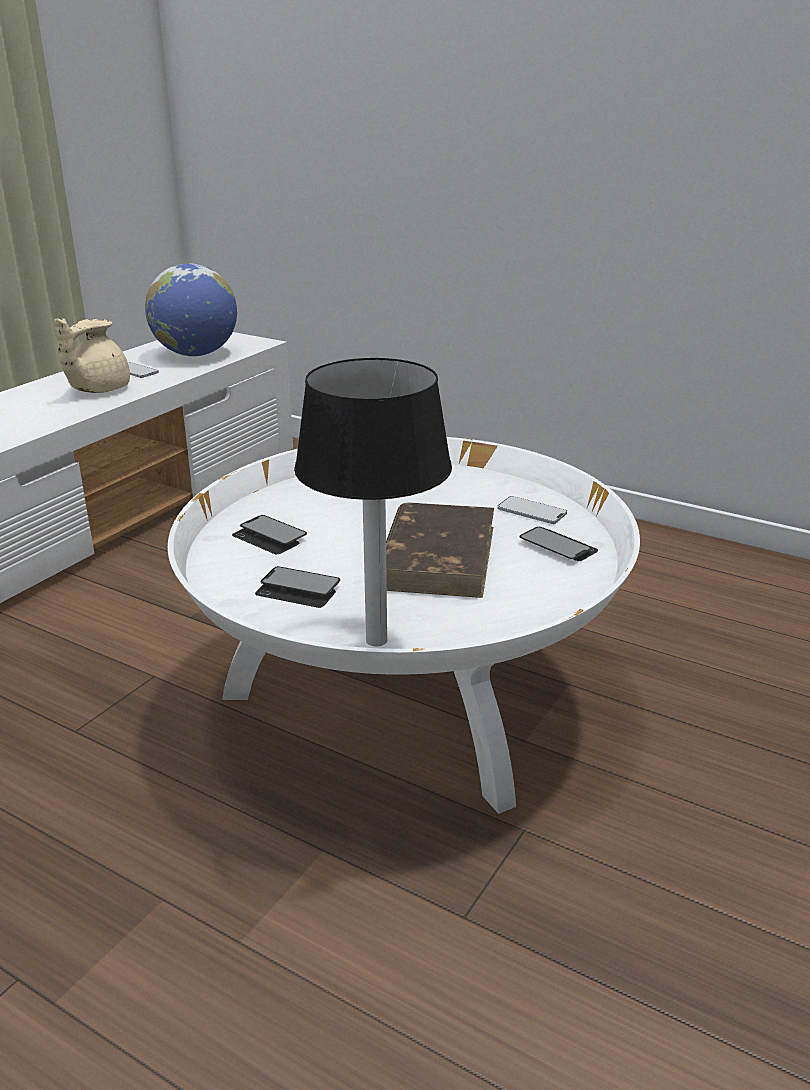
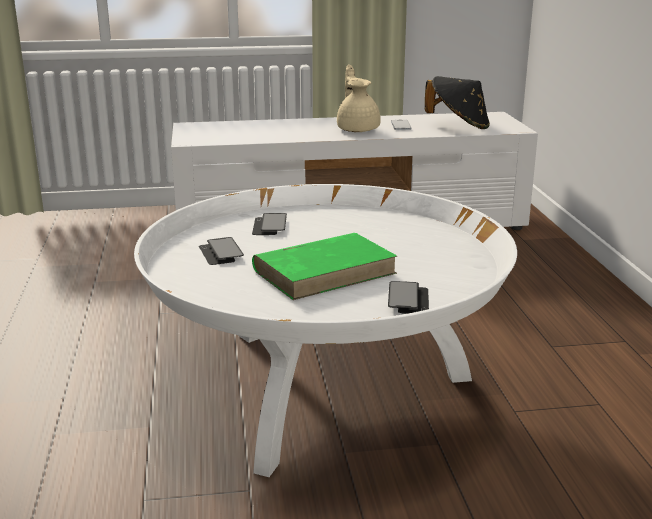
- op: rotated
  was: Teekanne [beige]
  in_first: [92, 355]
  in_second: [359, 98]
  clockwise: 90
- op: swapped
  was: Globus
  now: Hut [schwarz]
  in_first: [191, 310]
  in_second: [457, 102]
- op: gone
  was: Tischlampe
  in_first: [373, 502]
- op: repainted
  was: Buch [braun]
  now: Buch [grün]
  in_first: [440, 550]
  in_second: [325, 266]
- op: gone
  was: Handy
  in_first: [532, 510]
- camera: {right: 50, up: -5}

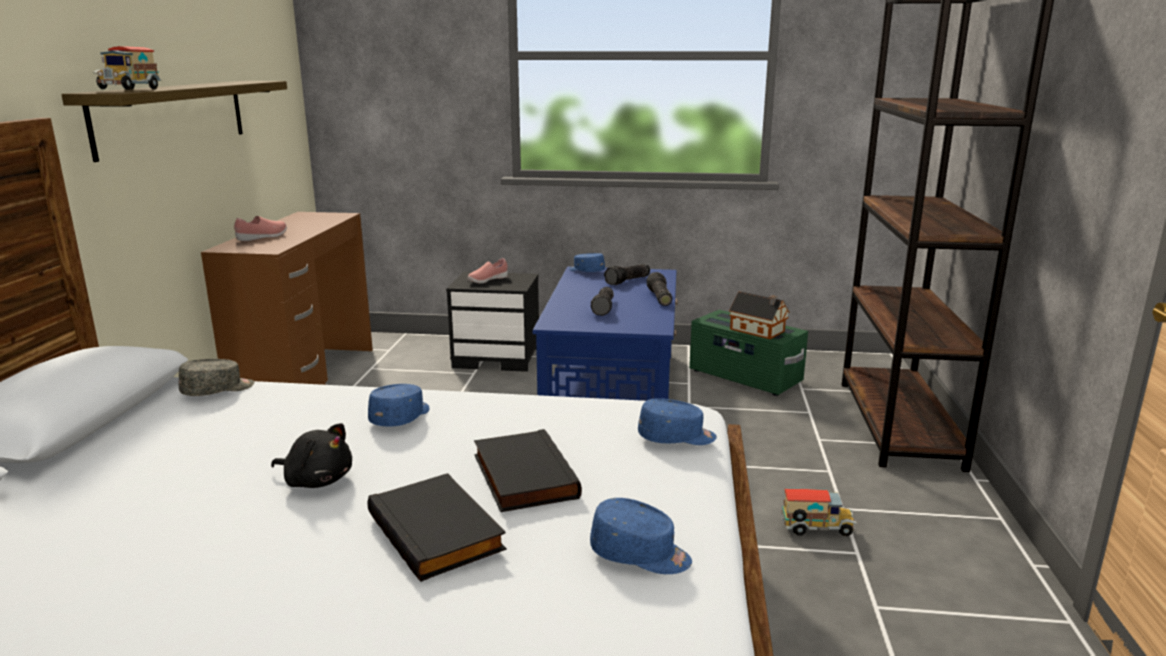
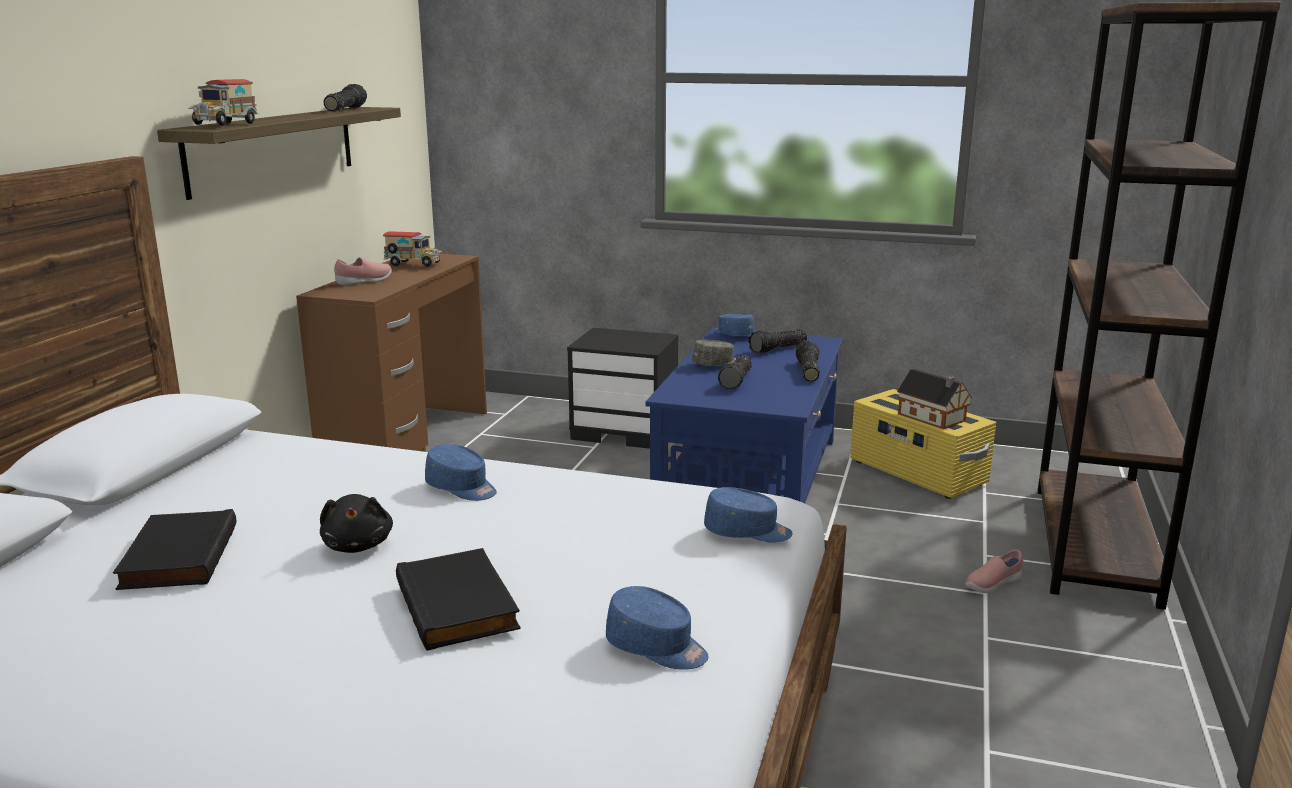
- op: shifted
  was: Kappe [grau]
  in_first: [216, 377]
  in_second: [714, 353]
- op: rotated
  was: Plüschtier [schwarz]
  in_first: [311, 455]
  in_second: [356, 523]
  clockwise: 45
- op: rotated
  was: Kappe [blau]
  in_first: [398, 405]
  in_second: [461, 472]
  clockwise: 90
- op: shifted
  was: Schuh [rosa]
  in_first: [487, 271]
  in_second: [994, 571]
- op: shifted
  was: Buch [schwarz]
  in_first: [528, 470]
  in_second: [174, 549]
- op: repainted
  was: Aufbewahrungsbox [grün]
  now: Aufbewahrungsbox [gelb]
  in_first: [748, 353]
  in_second: [923, 444]
- op: shifted
  was: Spielzeuglaster
  in_first: [819, 512]
  in_second: [412, 249]
- op: new
  now: Taschenlampe
  in_second: [345, 97]
- camera: {right: 10, up: 0}

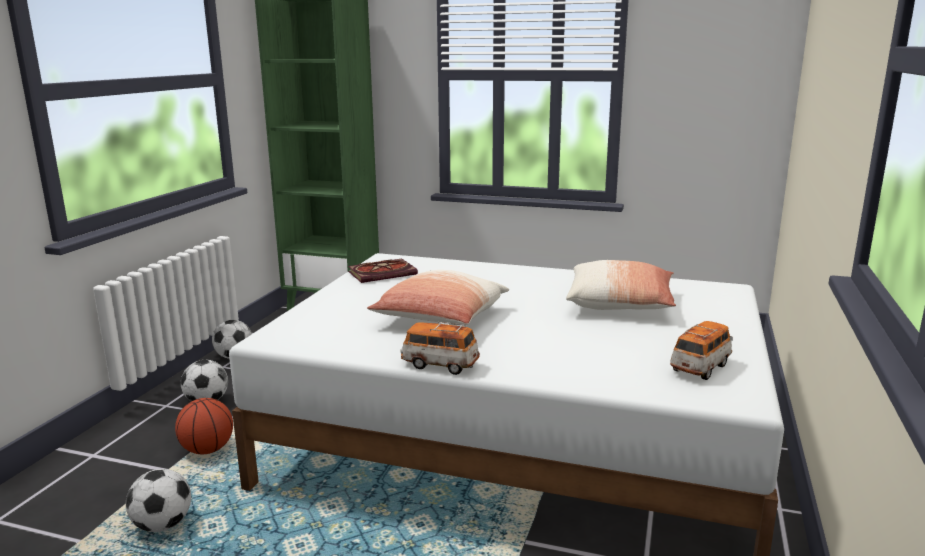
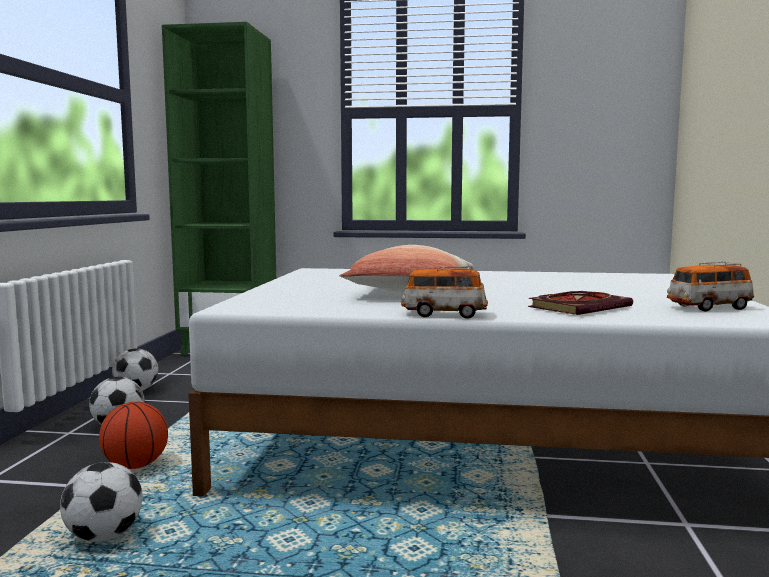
- op: shifted
  was: Buch
  in_first: [383, 271]
  in_second: [580, 303]
- op: gone
  was: Kissen
  in_first: [621, 285]
- op: rotated
  was: Spielzeugauto
  in_first: [701, 350]
  in_second: [710, 286]
  clockwise: -135
- camera: {right: -10, up: -10}

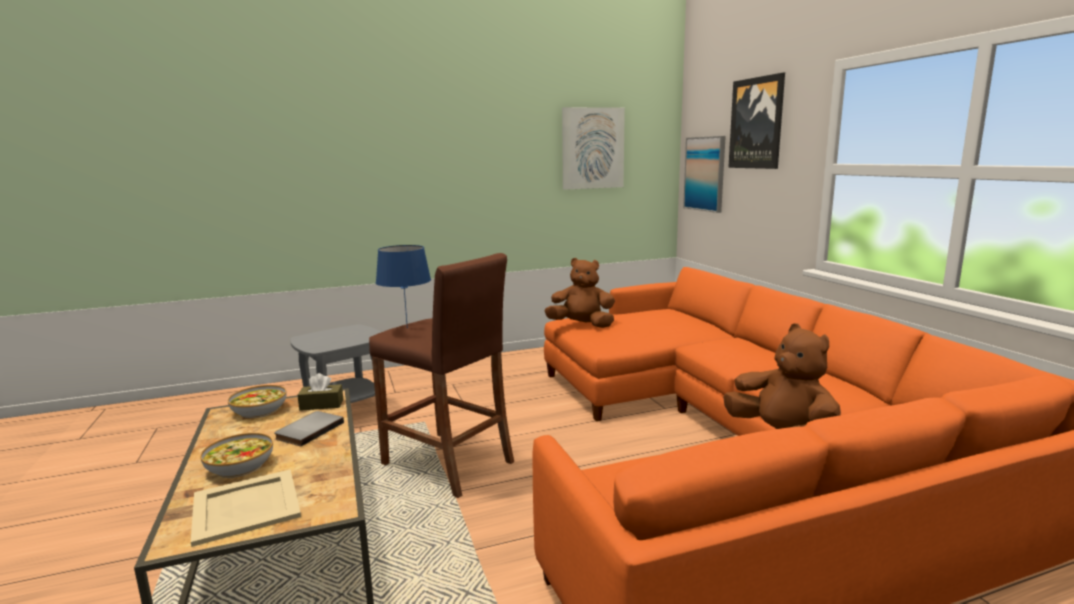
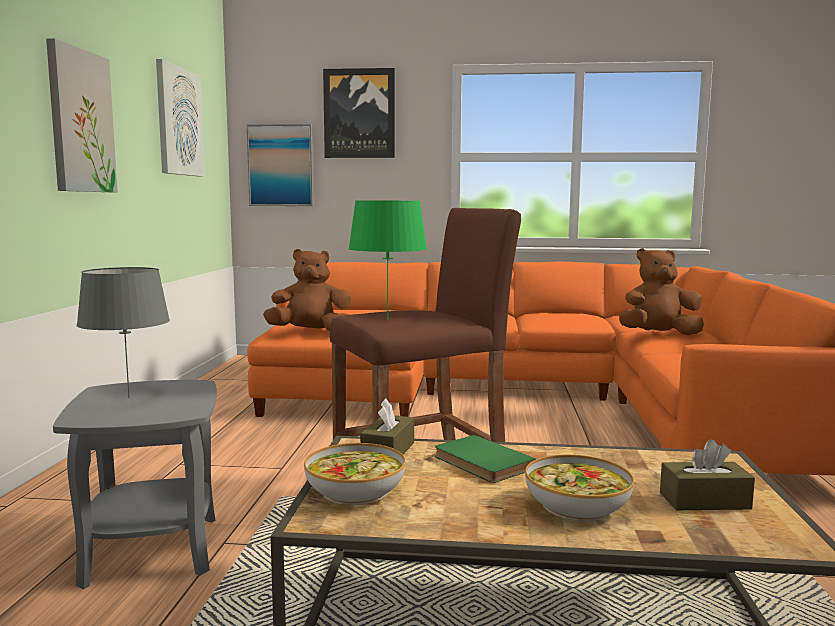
- op: swapped
  was: Tablett [beige]
  now: Taschentuchbox [braun]
  in_first: [246, 508]
  in_second: [707, 474]
- op: repainted
  was: Buch [grau]
  now: Buch [grün]
  in_first: [309, 428]
  in_second: [485, 459]
- op: repainted
  was: Tischlampe [blau]
  now: Tischlampe [grün]
  in_first: [403, 287]
  in_second: [387, 259]
- op: rotated
  was: Plüschtier [braun]
  in_first: [580, 293]
  in_second: [307, 290]
  clockwise: 45
- op: new
  now: Bild
  in_second: [82, 115]
- op: new
  now: Tischlampe [grau]
  in_second: [123, 332]
- camera: {right: -65, up: -5}

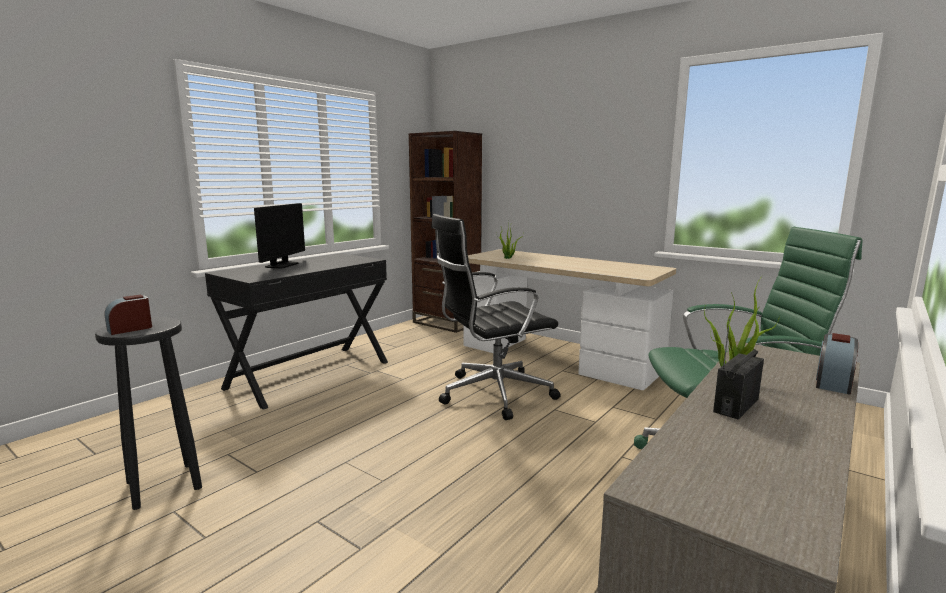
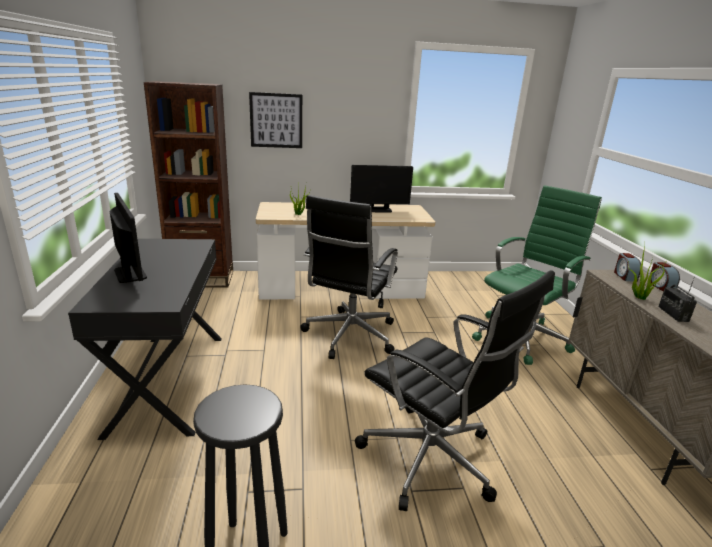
- op: shifted
  was: Wecker
  in_first: [128, 315]
  in_second: [627, 267]
- op: new
  now: Bild
  in_second: [275, 120]
- op: new
  now: Monitor
  in_second: [381, 188]
- op: new
  now: Bürostuhl [schwarz]
  in_second: [455, 390]
- camera: {right: -45, up: 10}

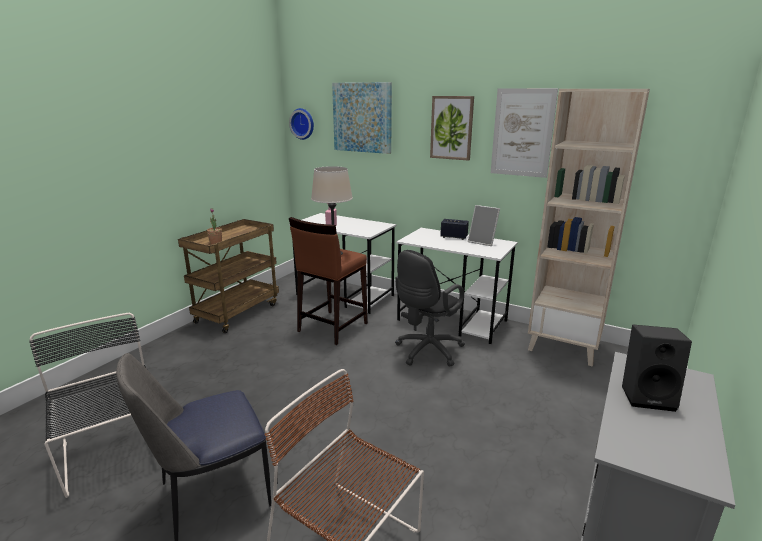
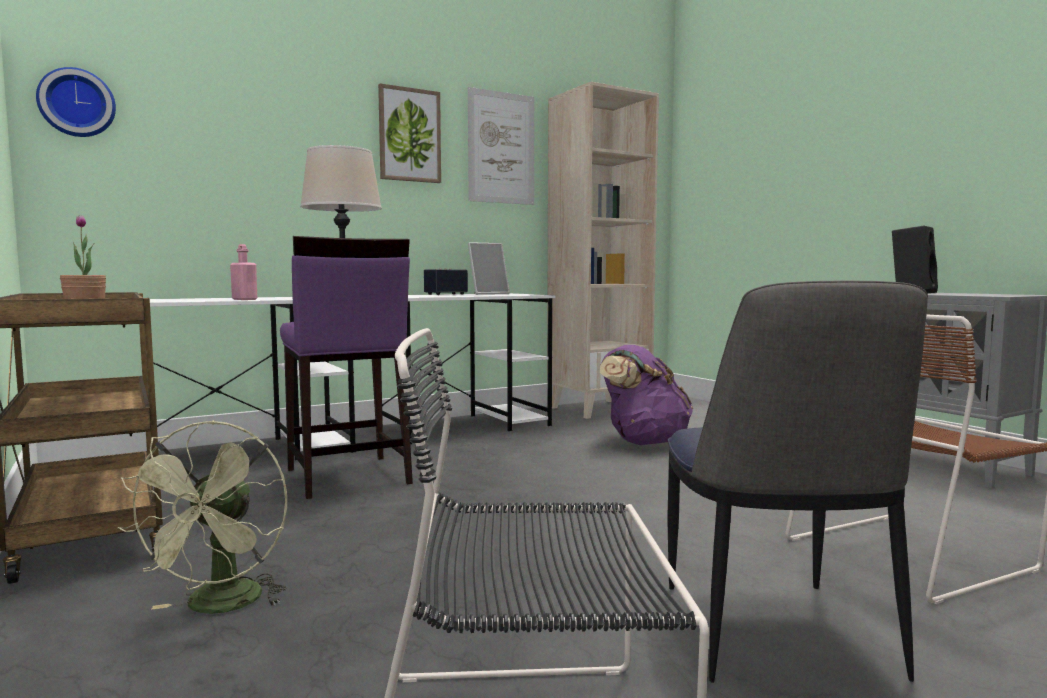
- op: repainted
  was: Hocker [braun]
  now: Hocker [lila]
  in_first: [328, 281]
  in_second: [346, 367]
- op: gone
  was: Bild
  in_first: [362, 118]
- op: gone
  was: Bürostuhl [schwarz]
  in_first: [430, 308]
- op: new
  now: Ventilator [grün]
  in_second: [202, 517]
- op: new
  now: Rucksack [lila]
  in_second: [646, 395]
- camera: {right: -60, up: -15}

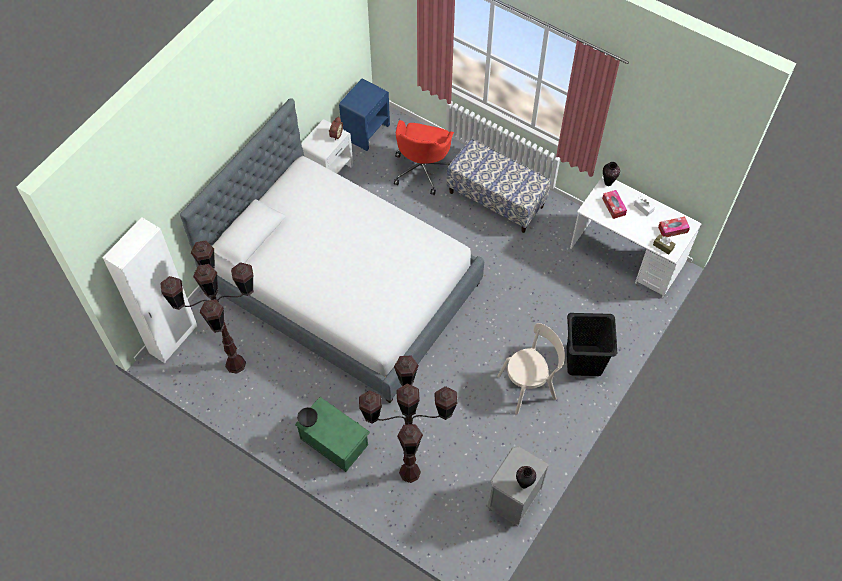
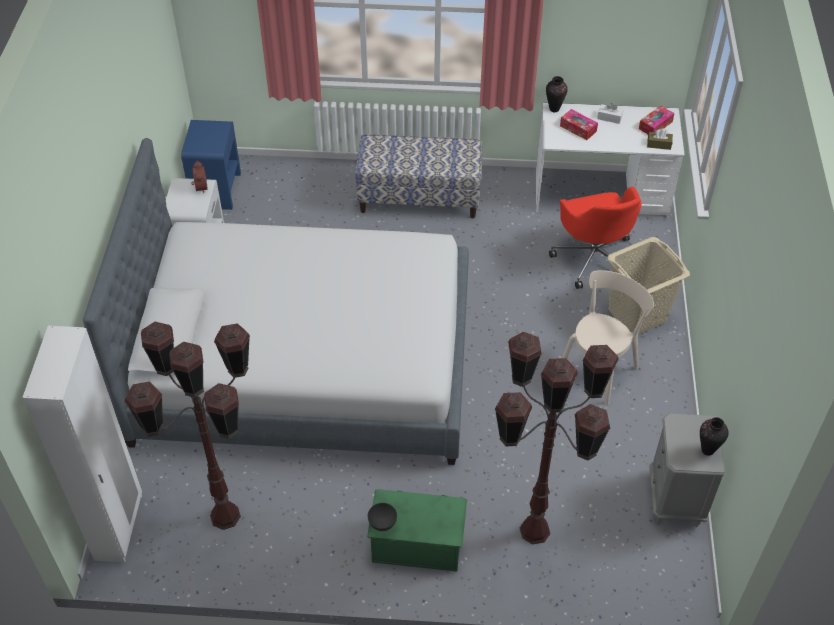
- op: shifted
  was: Bürostuhl [rot]
  in_first: [424, 157]
  in_second: [595, 238]
- op: repainted
  was: Wäschekorb [schwarz]
  now: Wäschekorb [beige]
  in_first: [592, 344]
  in_second: [648, 285]
- camera: {right: -30, up: -10}

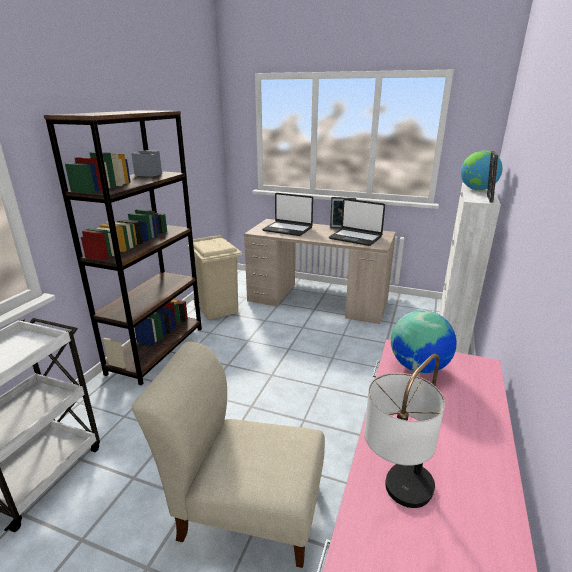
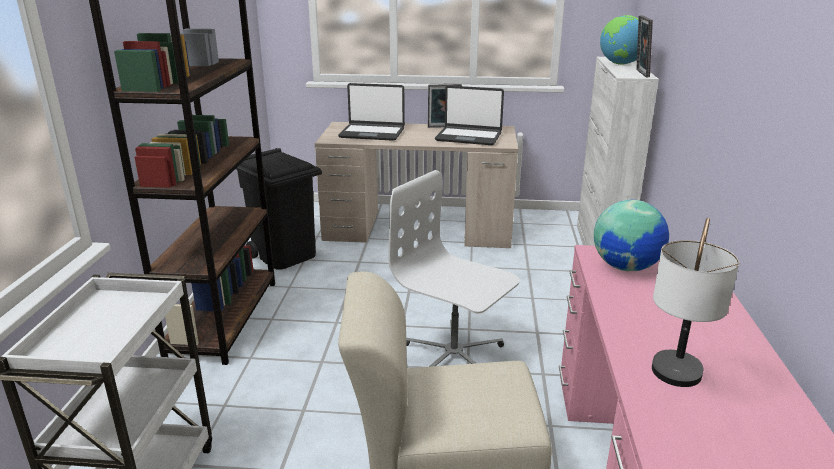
- op: repainted
  was: Mülleimer [beige]
  now: Mülleimer [schwarz]
  in_first: [215, 277]
  in_second: [279, 209]
- op: new
  now: Bürostuhl [weiß]
  in_second: [454, 268]
- camera: {right: -15, up: 0}

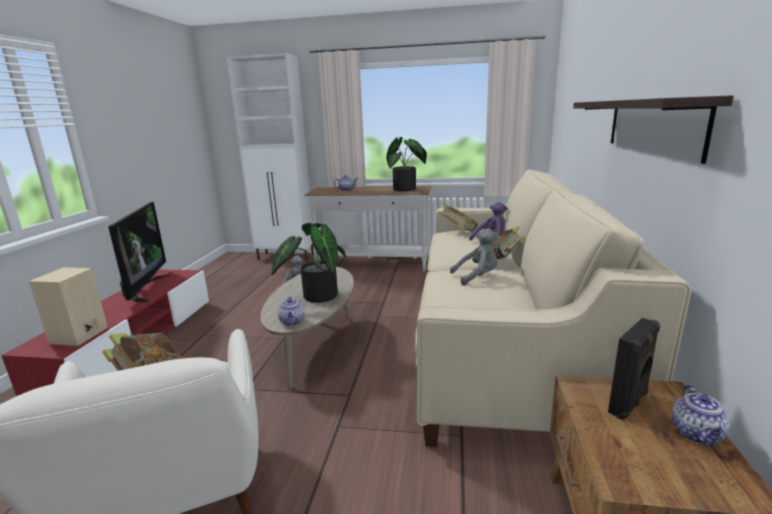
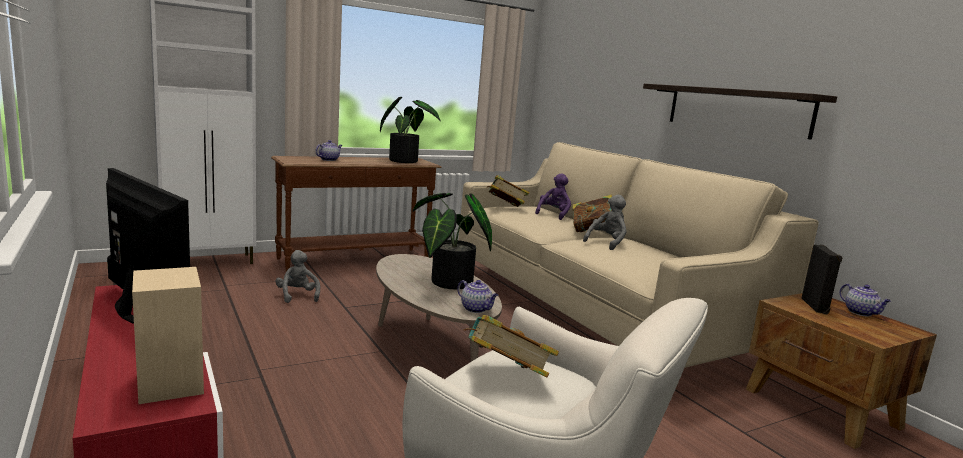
- op: repainted
  was: Konsolentisch [weiß]
  now: Konsolentisch [braun]
  in_first: [368, 228]
  in_second: [356, 213]
- camera: {right: -40, up: -5}

